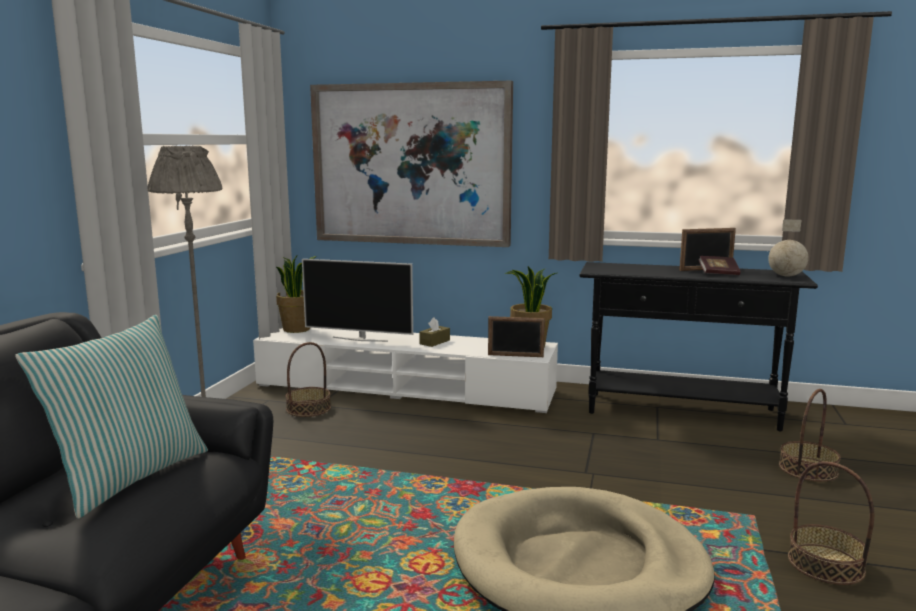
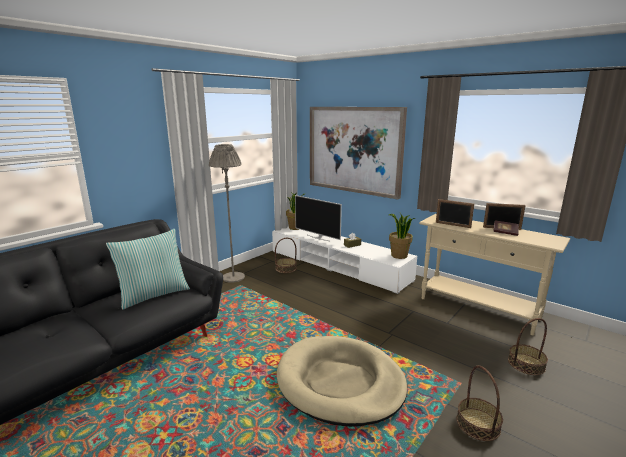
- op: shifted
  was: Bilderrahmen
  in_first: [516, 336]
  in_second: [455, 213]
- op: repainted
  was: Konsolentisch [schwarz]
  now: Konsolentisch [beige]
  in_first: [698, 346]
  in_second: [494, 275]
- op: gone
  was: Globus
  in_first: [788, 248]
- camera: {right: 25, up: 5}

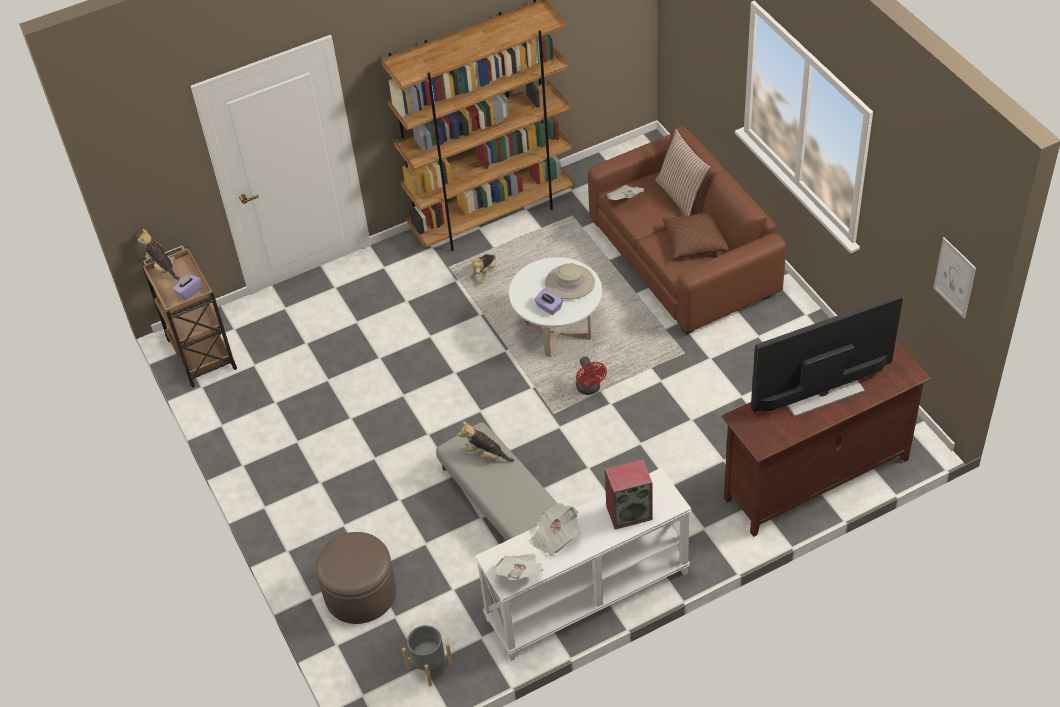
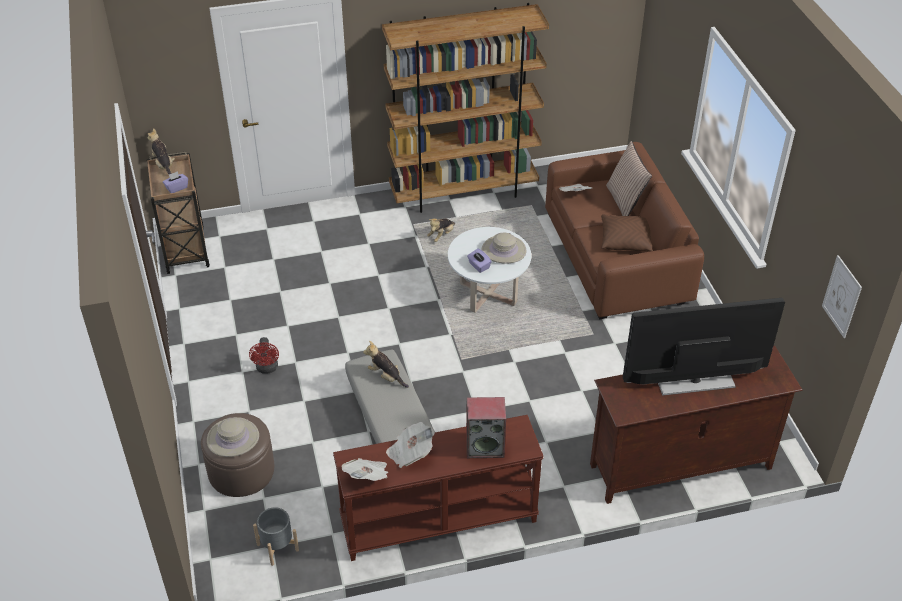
- op: repainted
  was: Konsolentisch [weiß]
  now: Konsolentisch [braun]
  in_first: [583, 564]
  in_second: [438, 488]
- op: shifted
  was: Ventilator [rot]
  in_first: [591, 375]
  in_second: [264, 355]
- op: new
  now: Hut [beige]
  in_second: [233, 437]
- camera: {right: 10, up: -5}

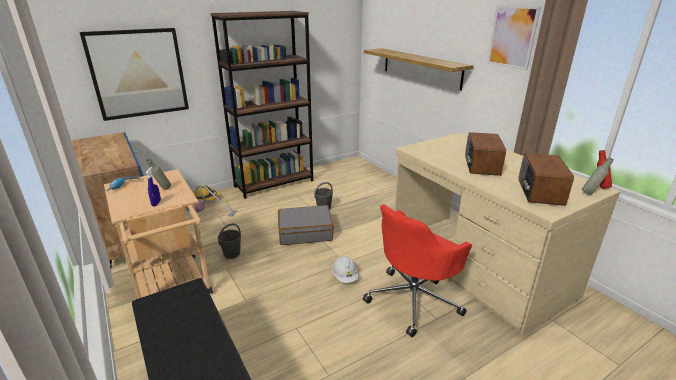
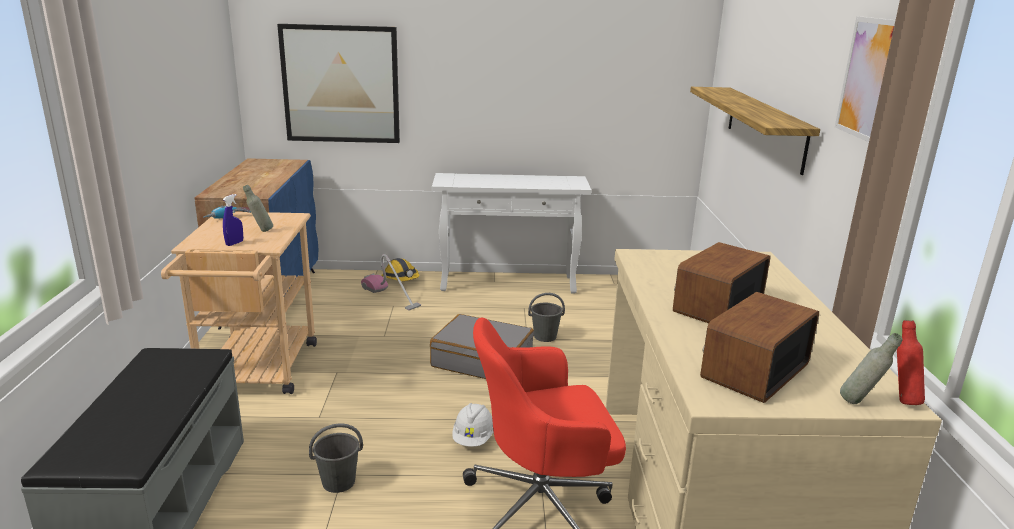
- op: swapped
  was: Bücherregal [braun]
  now: Konsolentisch [weiß]
  in_first: [262, 105]
  in_second: [512, 233]
- op: shifted
  was: Eimer [grau]
  in_first: [229, 241]
  in_second: [336, 458]
- camera: {right: 30, up: -5}

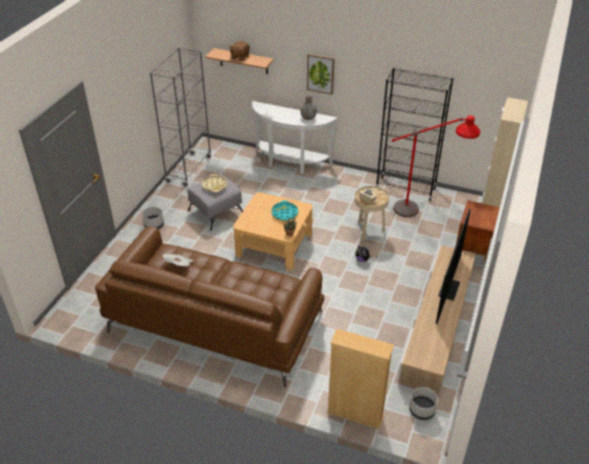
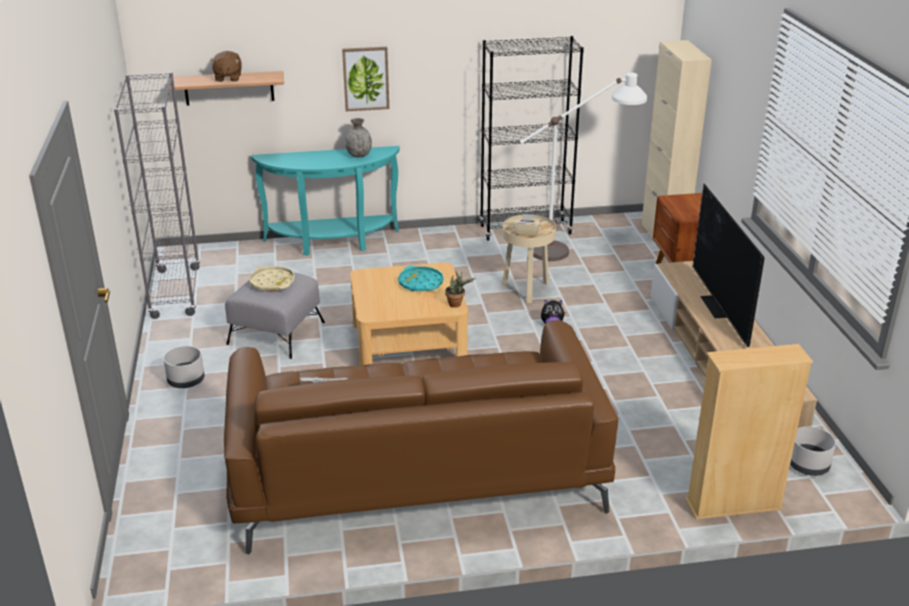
- op: repainted
  was: Konsolentisch [weiß]
  now: Konsolentisch [türkis]
  in_first: [294, 137]
  in_second: [325, 201]
- op: repainted
  was: Stehlampe [rot]
  now: Stehlampe [weiß]
  in_first: [436, 166]
  in_second: [583, 166]
- camera: {right: -30, up: -10}

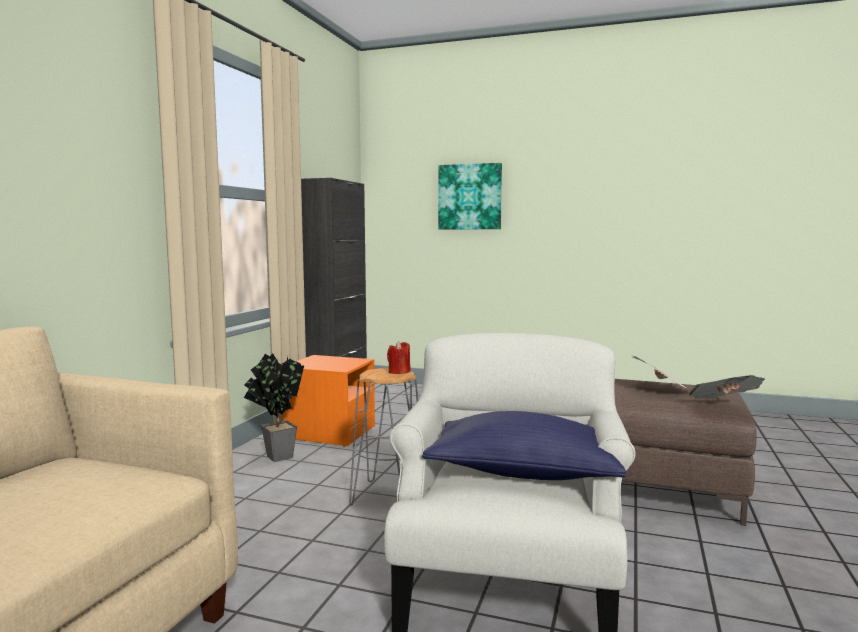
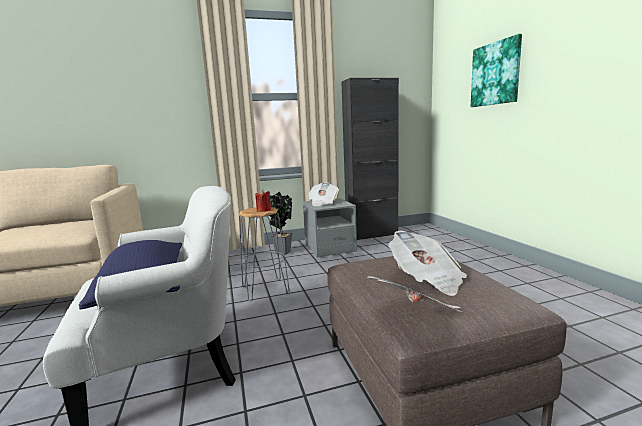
- op: repainted
  was: Nachttisch [orange]
  now: Nachttisch [grau]
  in_first: [328, 401]
  in_second: [330, 228]
- op: new
  now: Zeitung
  in_second: [323, 194]
- camera: {right: 55, up: 5}

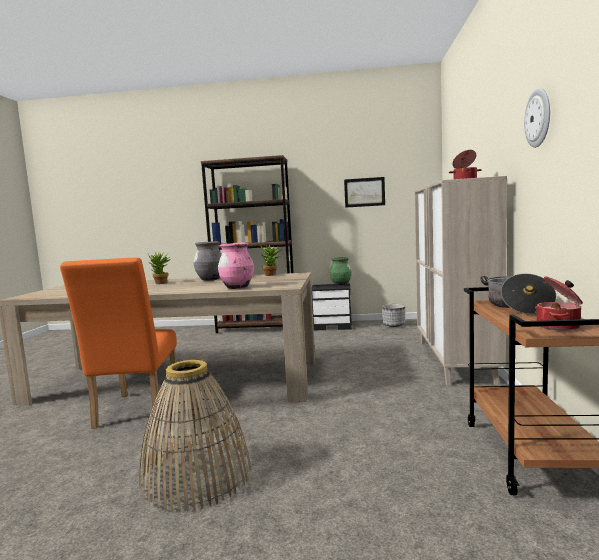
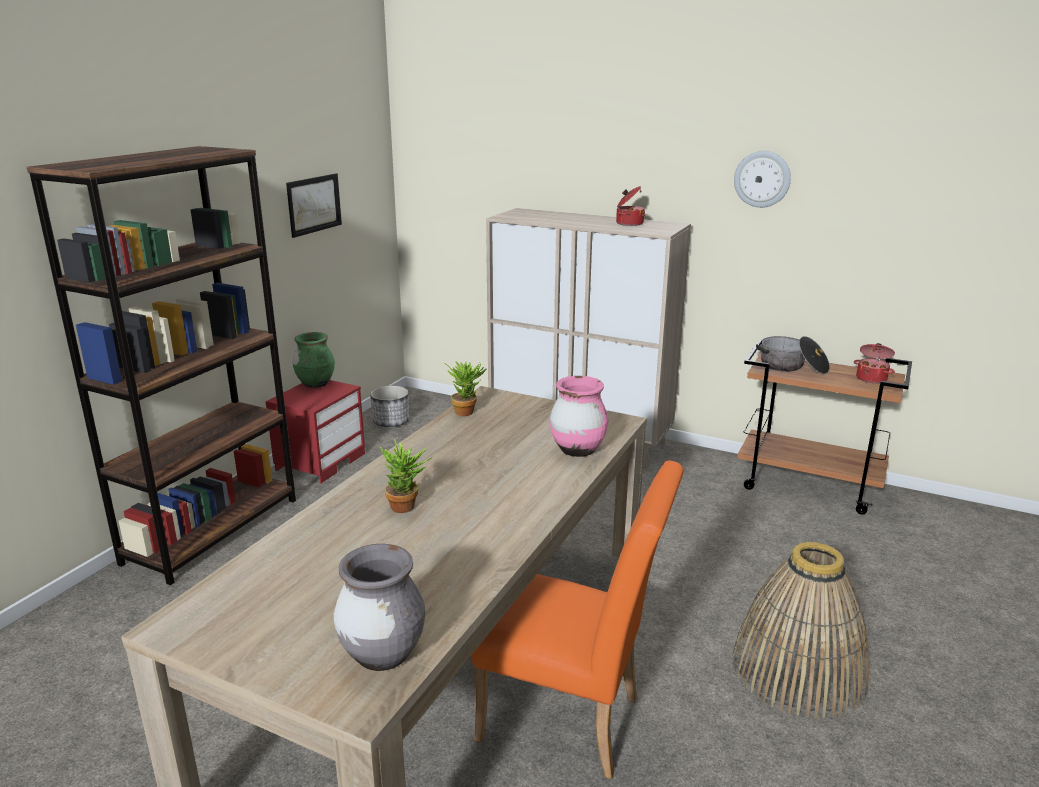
- op: shifted
  was: Vase [grau]
  in_first: [208, 261]
  in_second: [379, 607]
- op: repainted
  was: Nachttisch [schwarz]
  now: Nachttisch [rot]
  in_first: [332, 306]
  in_second: [315, 431]
- camera: {right: -70, up: 15}

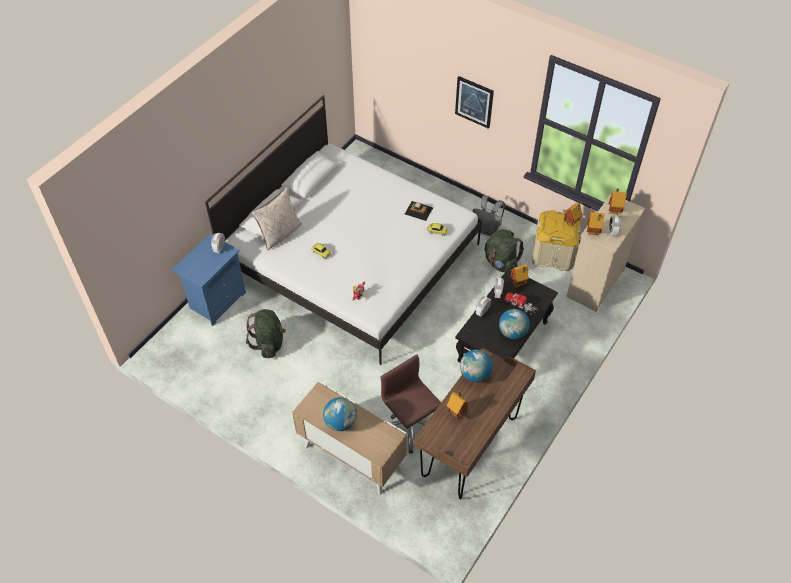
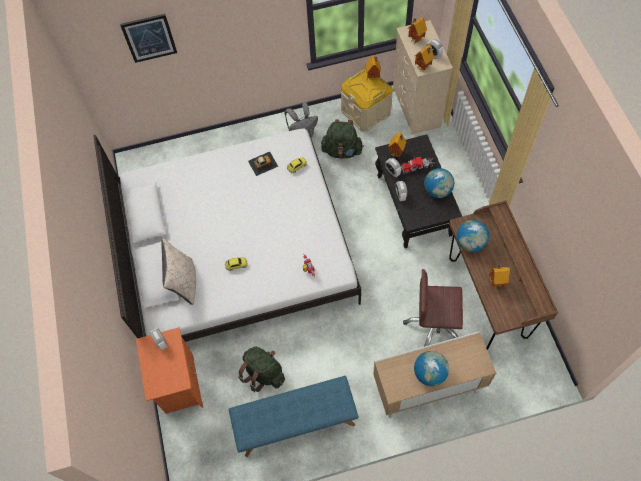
- op: repainted
  was: Nachttisch [blau]
  now: Nachttisch [orange]
  in_first: [209, 280]
  in_second: [169, 370]
- op: shifted
  was: Bild
  in_first: [474, 102]
  in_second: [148, 38]
- op: new
  now: Bank [blau]
  in_second: [293, 416]
- camera: {right: -45, up: 10}

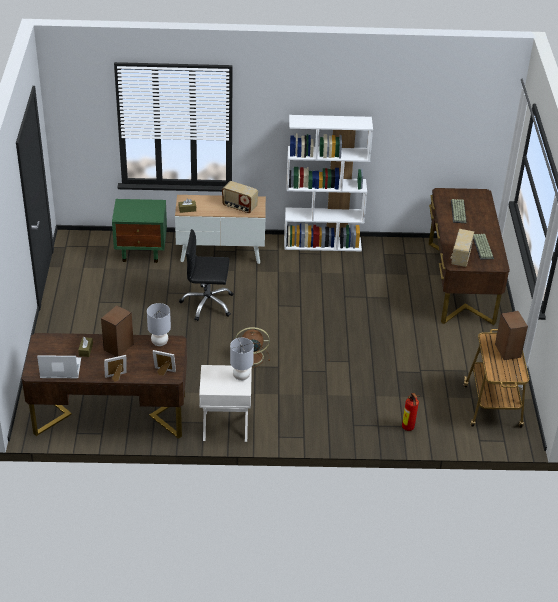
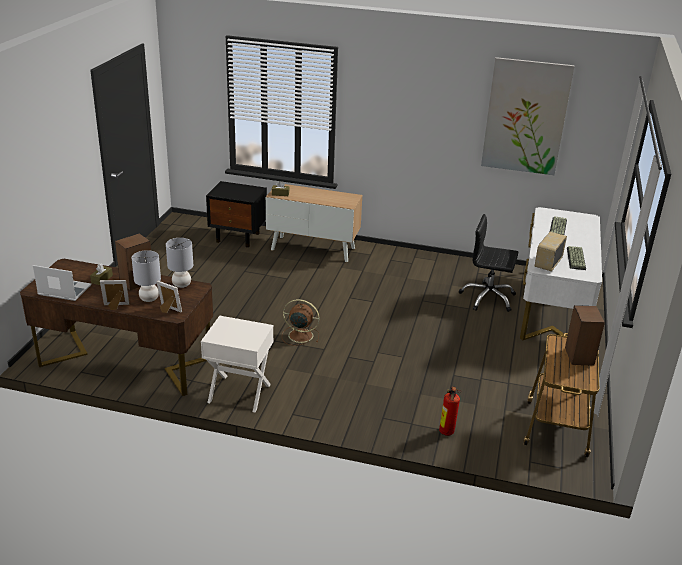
- op: repainted
  was: Nachttisch [grün]
  now: Nachttisch [schwarz]
  in_first: [139, 231]
  in_second: [236, 214]
- op: shifted
  was: Bürostuhl [schwarz]
  in_first: [206, 275]
  in_second: [488, 263]
- op: gone
  was: Radio
  in_first: [240, 197]
- op: shifted
  was: Tischlampe [grau]
  in_first: [242, 359]
  in_second: [146, 276]
- op: gone
  was: Bücherregal [weiß]
  in_first: [328, 183]
- op: repainted
  was: Schreibtisch [braun]
  now: Schreibtisch [weiß]
  in_first: [469, 256]
  in_second: [561, 273]
- op: new
  now: Bild
  in_second: [527, 116]
- camera: {right: 15, up: -10}

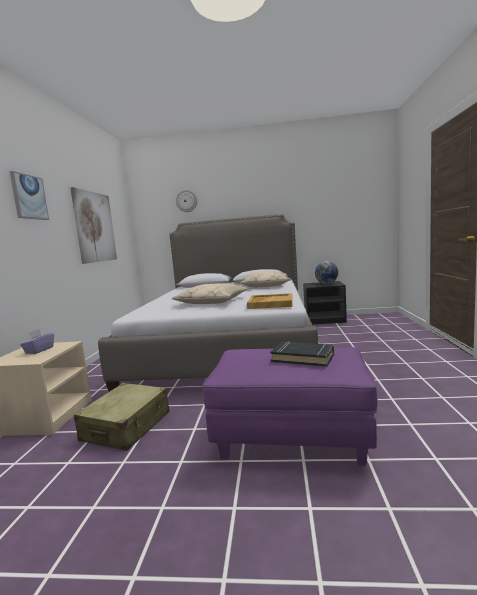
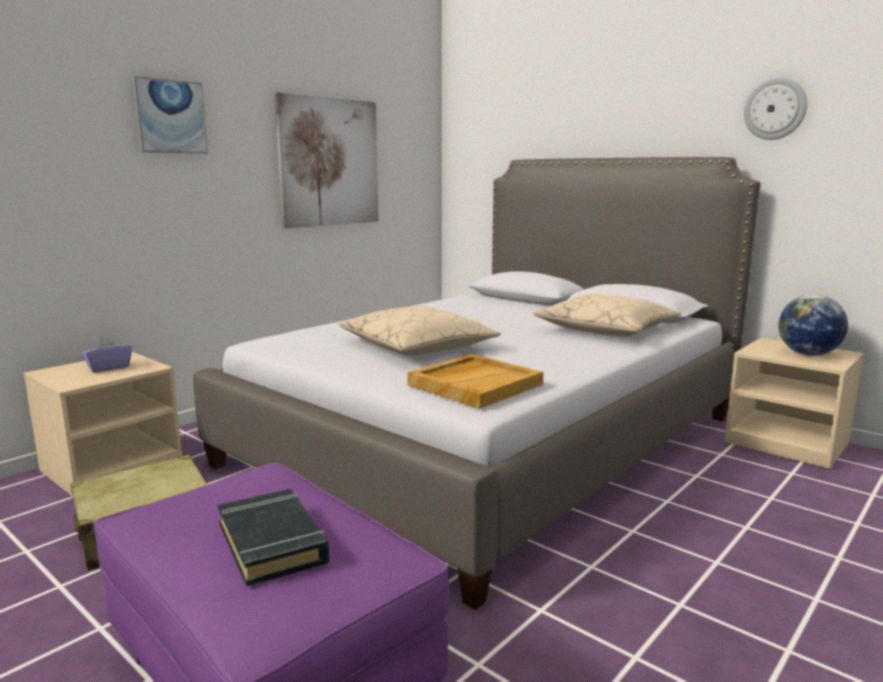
- op: shifted
  was: Wanduhr
  in_first: [186, 201]
  in_second: [775, 109]
- op: repainted
  was: Nachttisch [schwarz]
  now: Nachttisch [beige]
  in_first: [325, 302]
  in_second: [794, 403]
- camera: {right: 35, up: 5}

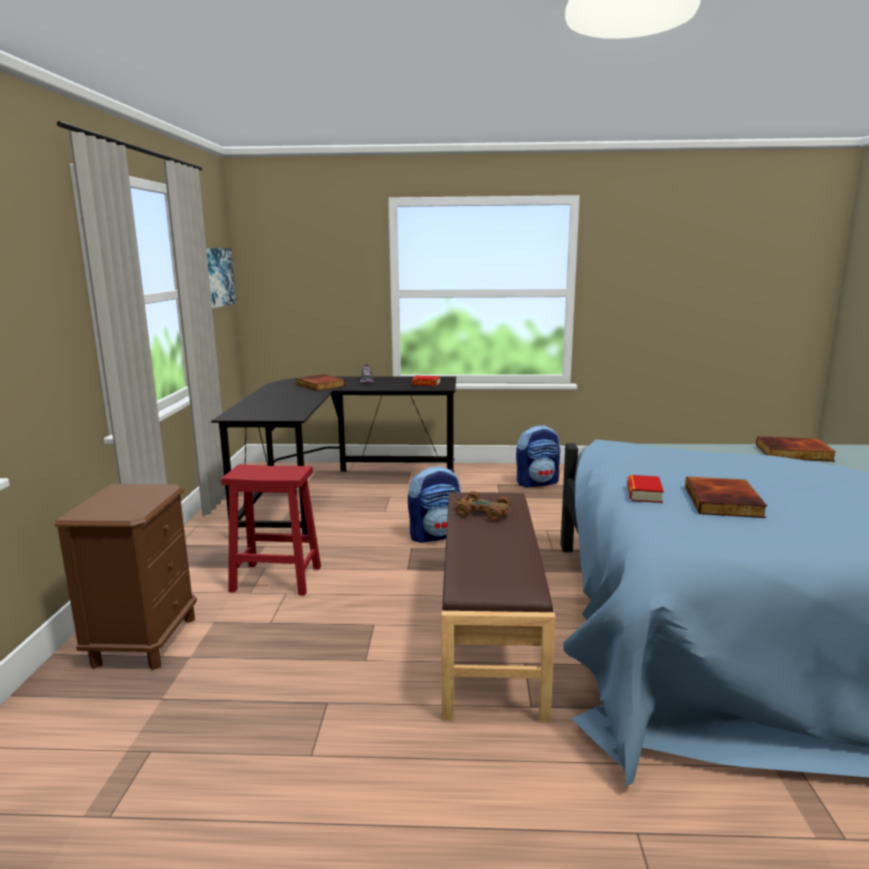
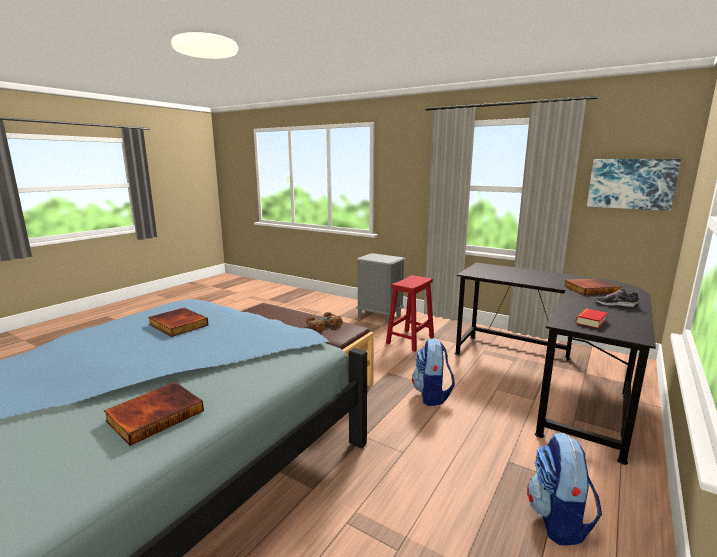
- op: repainted
  was: Nachttisch [braun]
  now: Nachttisch [grau]
  in_first: [126, 577]
  in_second: [380, 288]
- op: gone
  was: Buch
  in_first: [645, 489]
- camera: {right: 120, up: 0}

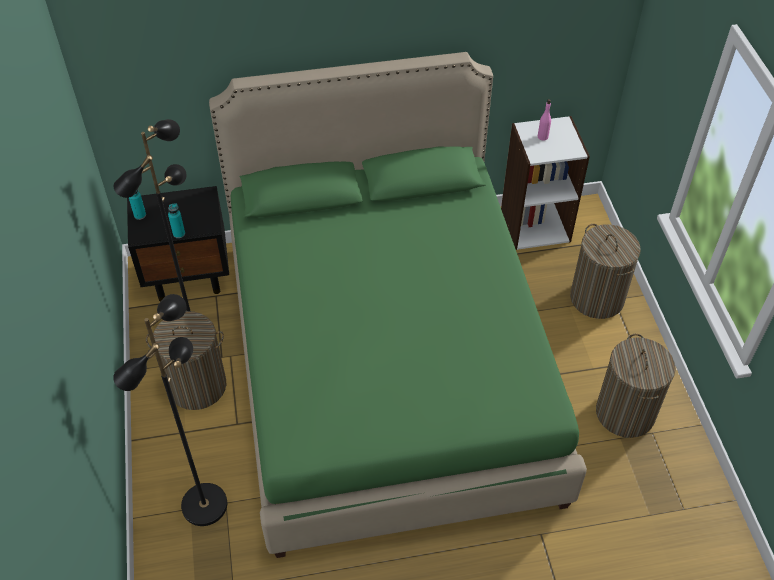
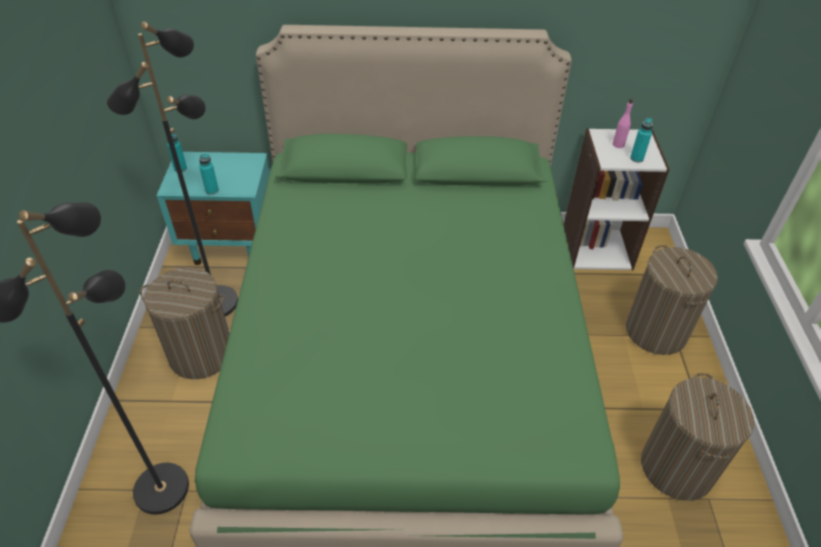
- op: repainted
  was: Nachttisch [schwarz]
  now: Nachttisch [türkis]
  in_first: [178, 243]
  in_second: [213, 208]
- op: new
  now: Flasche [türkis]
  in_second: [641, 140]
- camera: {right: 10, up: -5}

